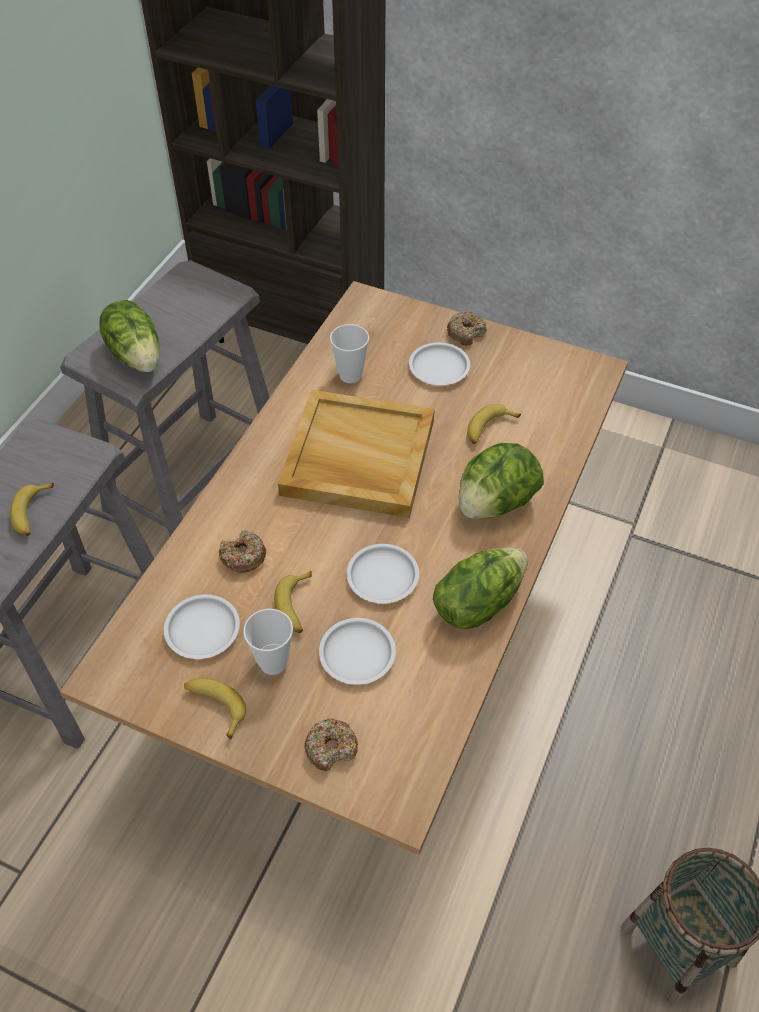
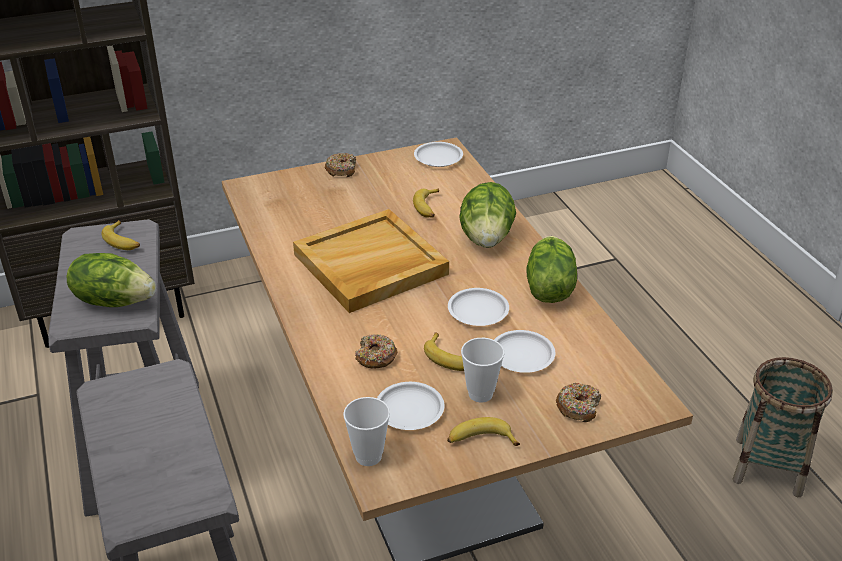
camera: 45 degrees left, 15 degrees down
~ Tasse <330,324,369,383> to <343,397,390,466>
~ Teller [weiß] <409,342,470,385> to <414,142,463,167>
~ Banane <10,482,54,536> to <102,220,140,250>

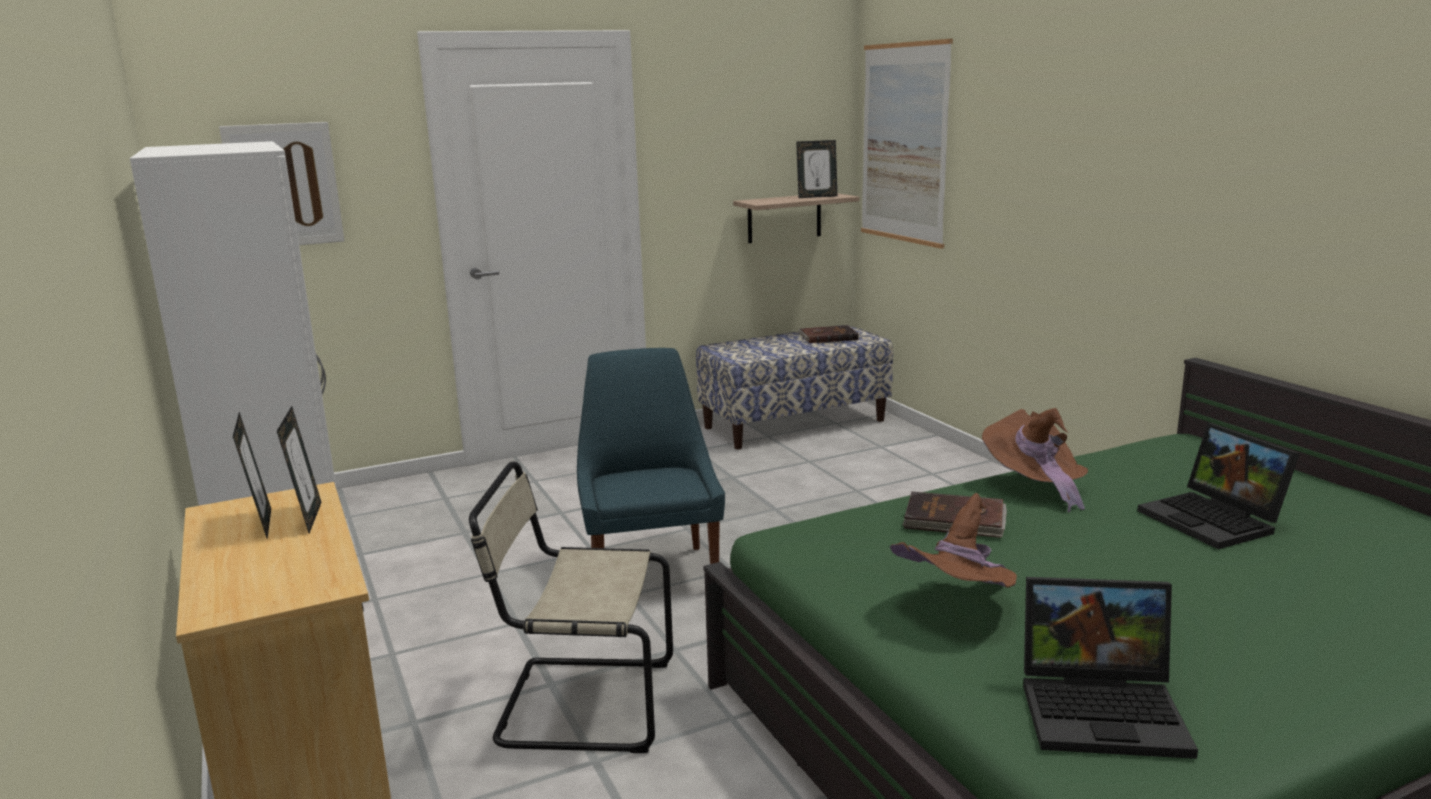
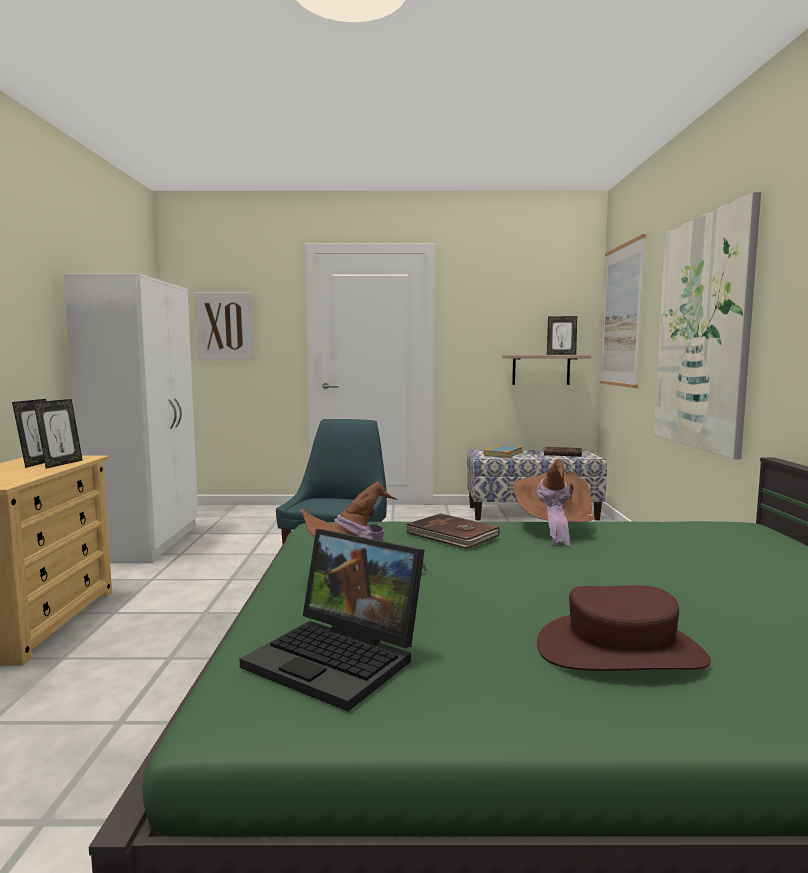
camera: 25 degrees right, 10 degrees down
- Laptop <1137,423,1300,549>
- Stuhl [beige] <469,462,673,753>
+ Bild <654,192,761,459>
+ Buch <484,445,523,458>
+ Hut [braun] <537,585,711,671>

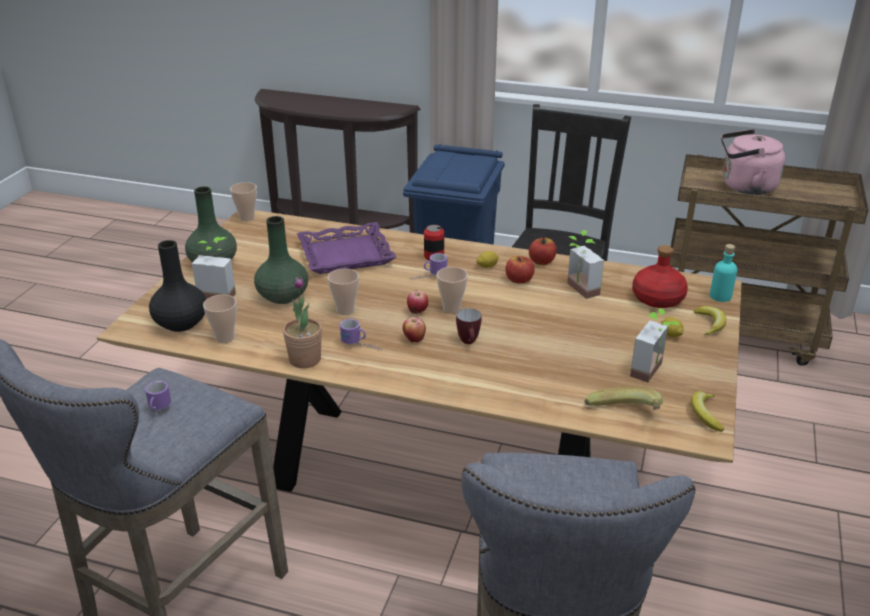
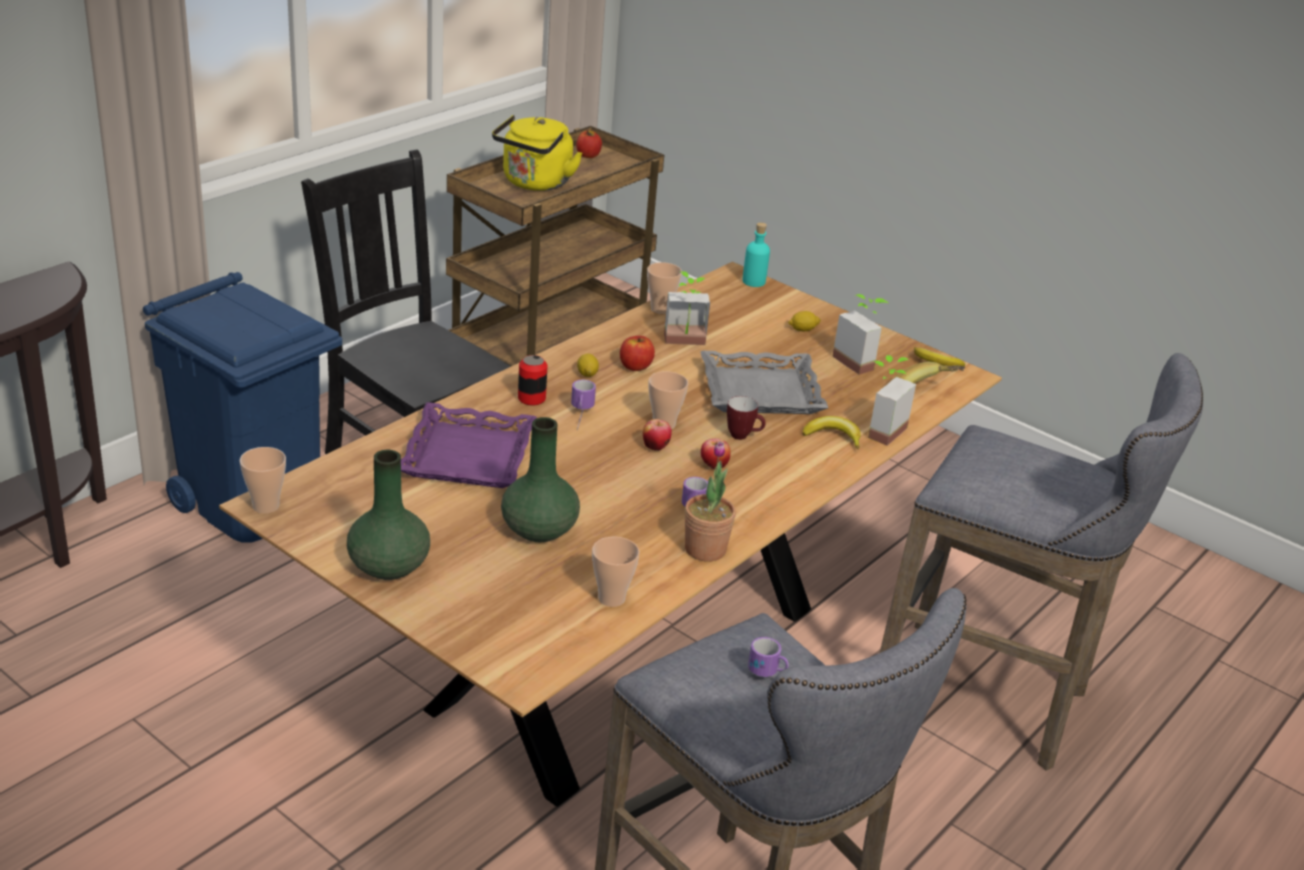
camera: 70 degrees left, 0 degrees up
~ Wasserkessel [rosa] <721,129,785,195> to Wasserkessel [gelb] <492,115,582,191>
~ Topfpflanze <192,237,236,299> to <868,355,916,446>
~ Apfel <529,237,557,265> to <576,130,602,158>
- Vase [schwarz] <149,240,206,332>
- Flasche [rot] <632,245,688,308>
~ Tasse <328,269,359,315> to <647,262,682,314>
~ Banane <694,306,726,336> to <802,416,861,449>
+ Tablett [grau] <700,351,828,414>

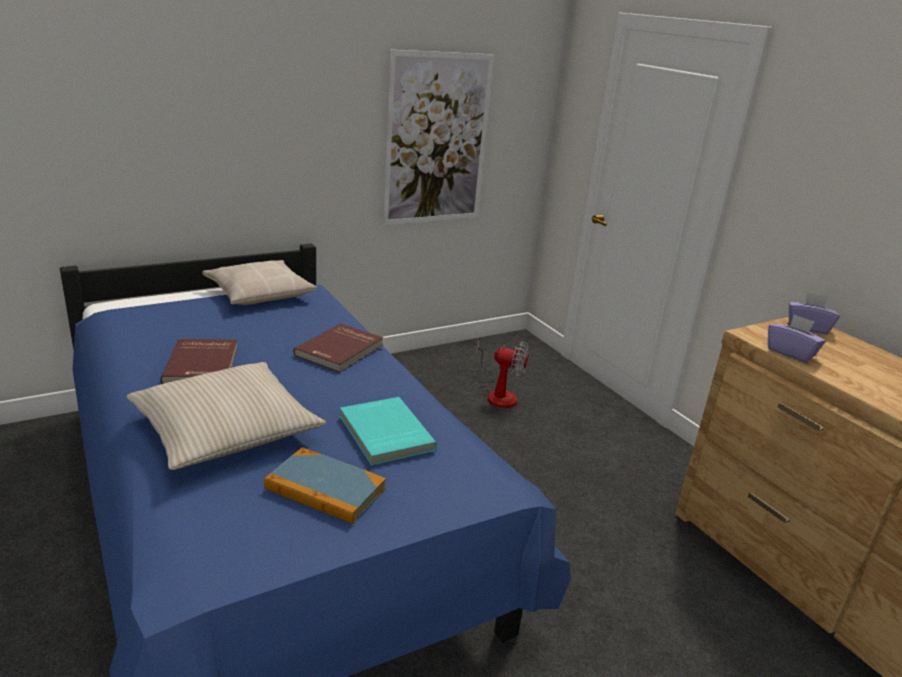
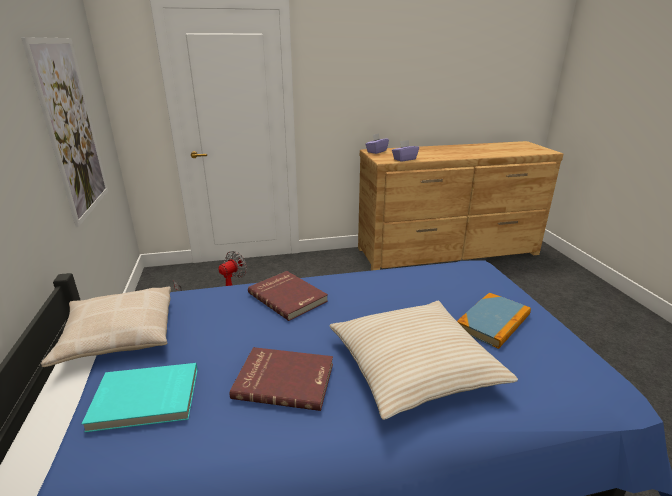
camera: 70 degrees left, 0 degrees up
~ Buch [türkis] <340,397,437,465> to <82,363,198,432>

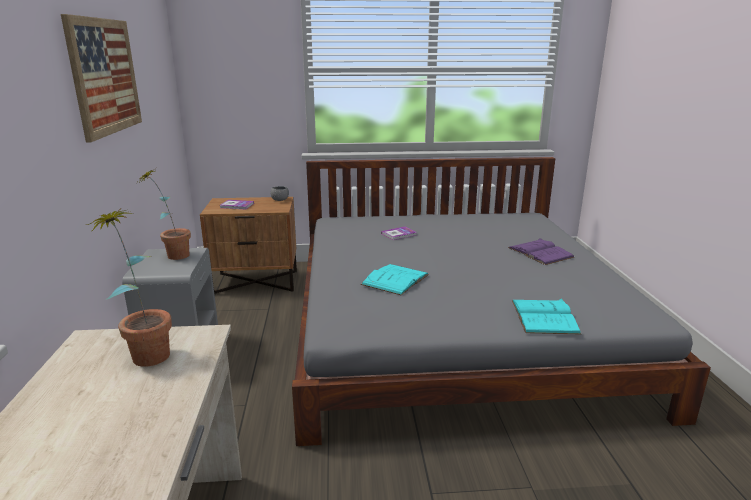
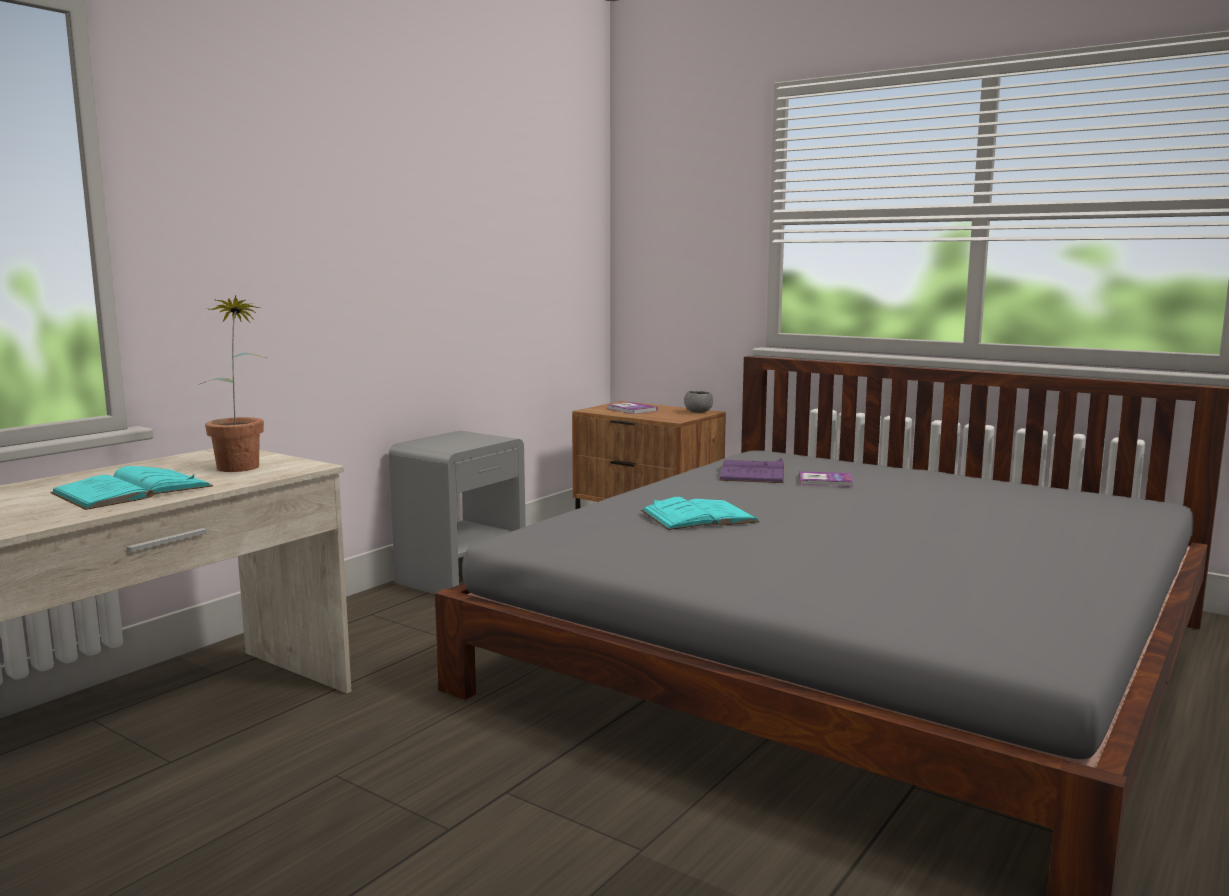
camera: 40 degrees right, 10 degrees down
- Bild <61,14,142,142>
- Topfpflanze <138,169,191,260>
~ Buch [lila] <508,238,575,265> to <719,458,785,483>
~ Buch [türkis] <512,298,581,335> to <50,466,213,510>

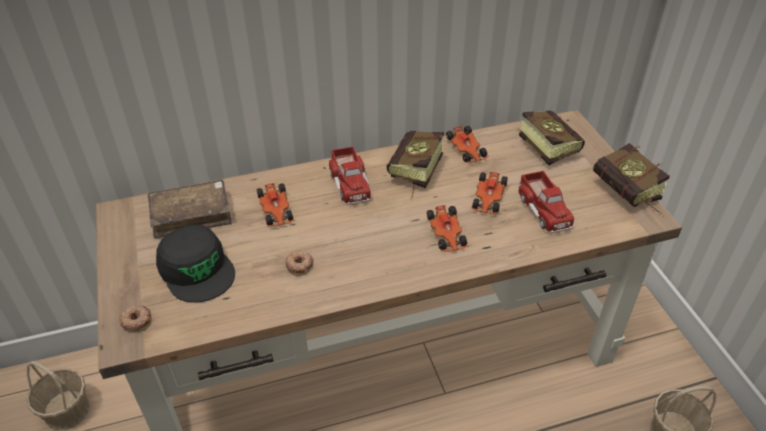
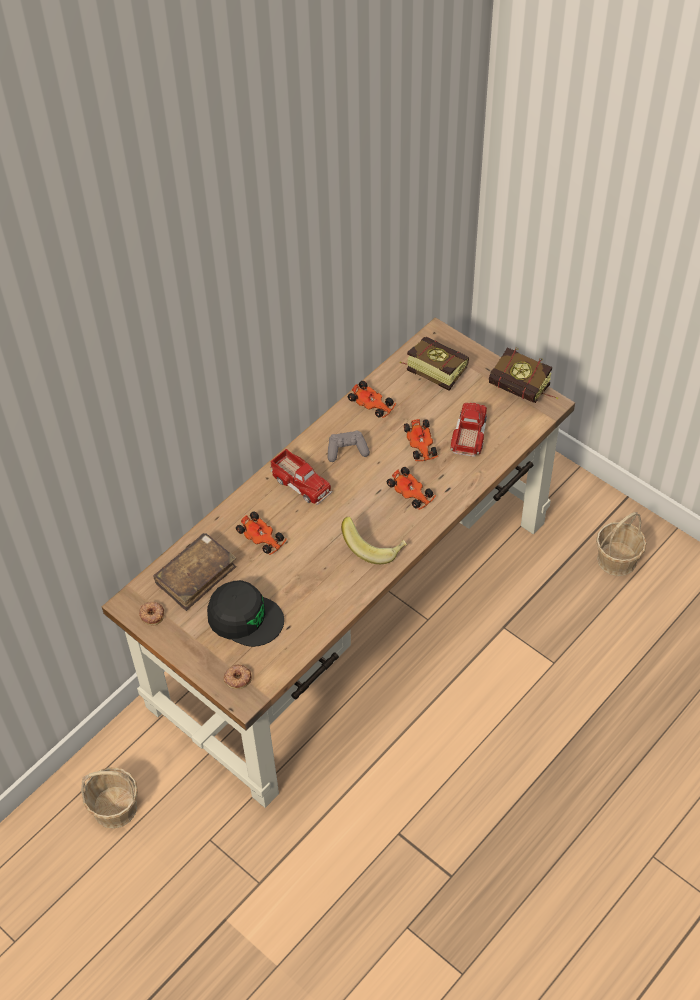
camera: 30 degrees left, 10 degrees up
~ Buch <387,131,444,200> to Gamepad [grau] <328,431,370,462>
~ Spielzeuglaster <518,171,574,234> = <450,403,487,457> 120 degrees counterclockwise
~ Donut <285,250,314,276> to <139,602,164,625>
+ Banane <341,517,407,564>

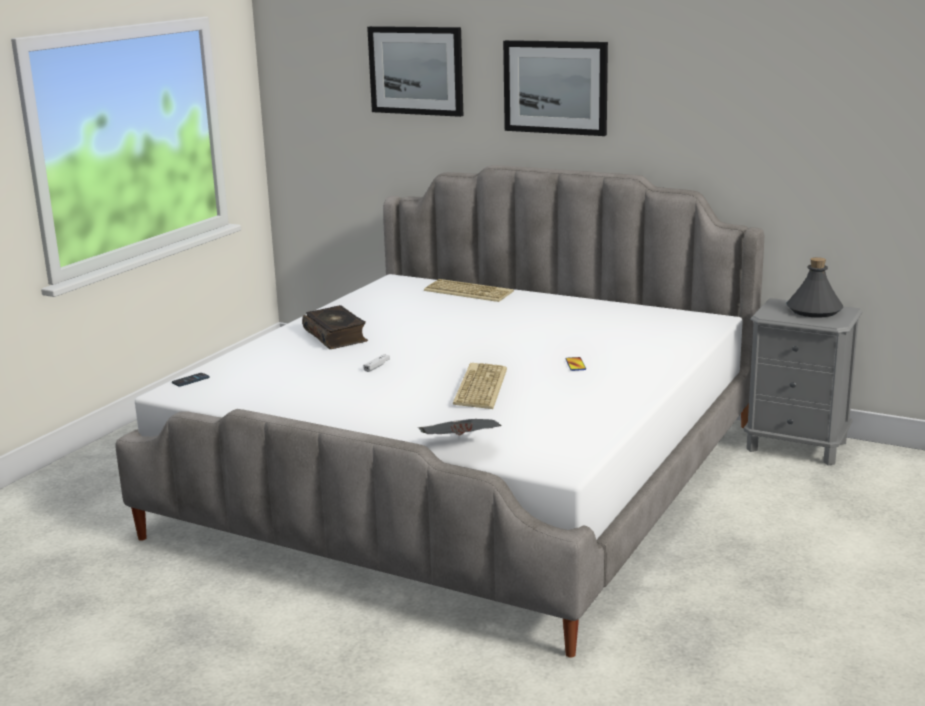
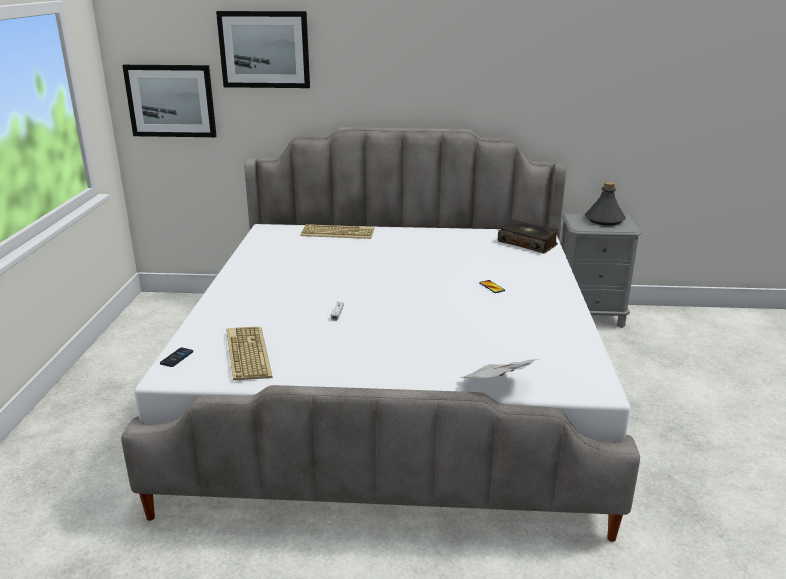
camera: 25 degrees left, 5 degrees up
~ Bild <503,40,608,136> to <122,65,216,137>
~ Buch <302,305,368,349> to <498,220,559,254>
~ Tastatur <453,363,507,409> to <226,327,273,380>

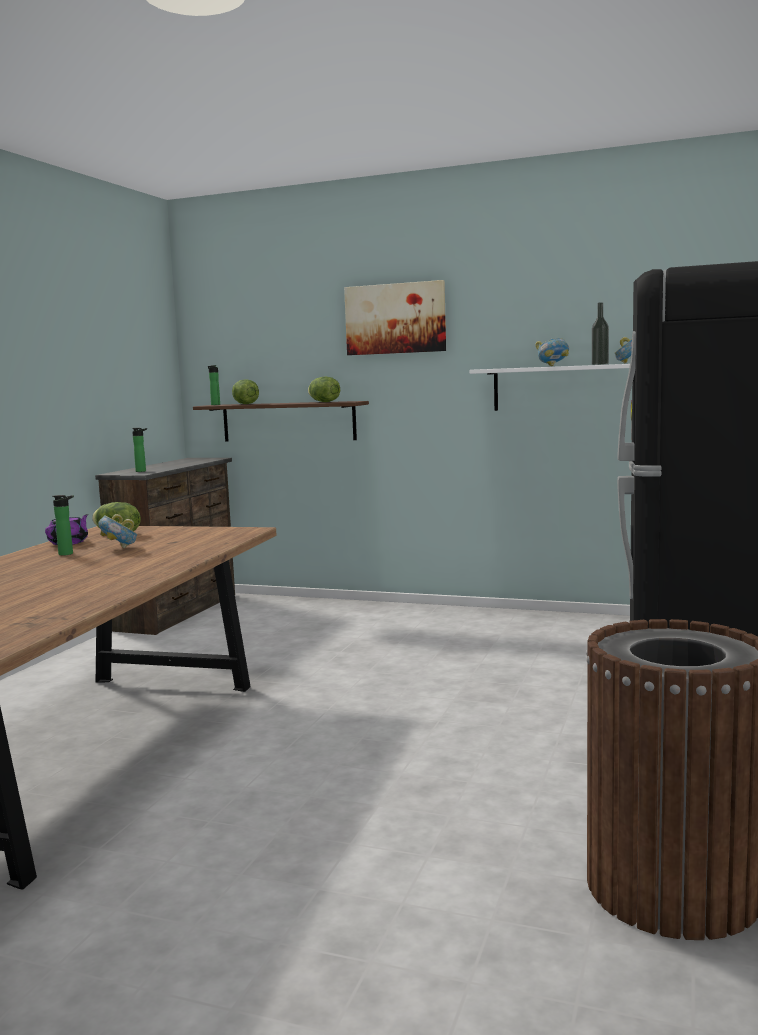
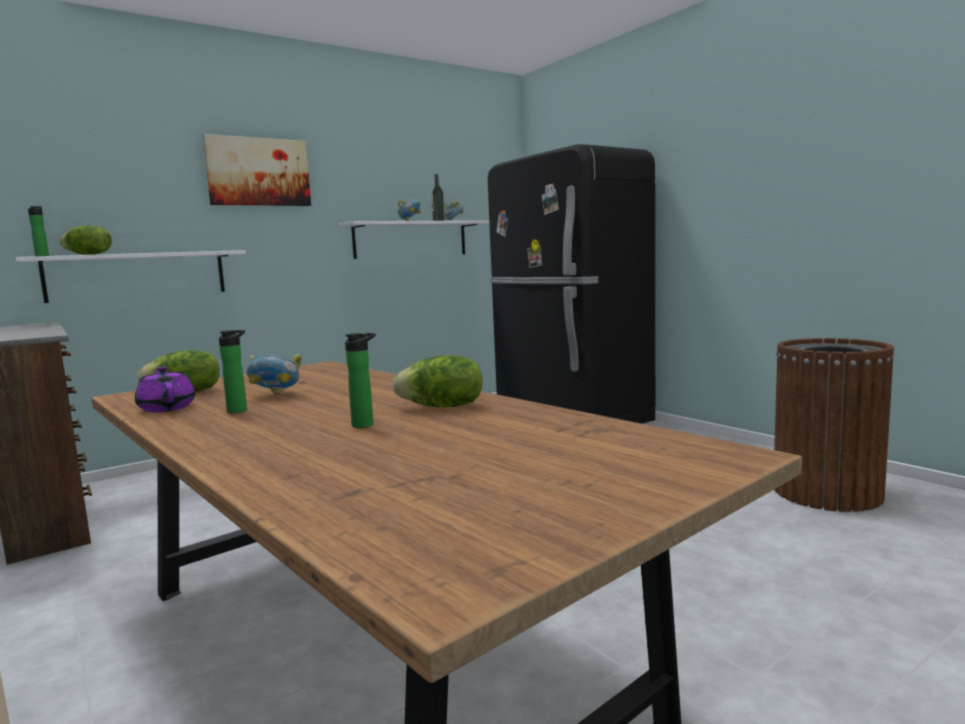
camera: 55 degrees left, 0 degrees up
~ Salatkopf <308,377,340,402> to <392,355,483,407>
~ Wandregal [braun] <193,401,369,442> to Wandregal [weiß] <16,250,246,303>
~ Flasche <132,428,147,472> to <345,333,376,428>

